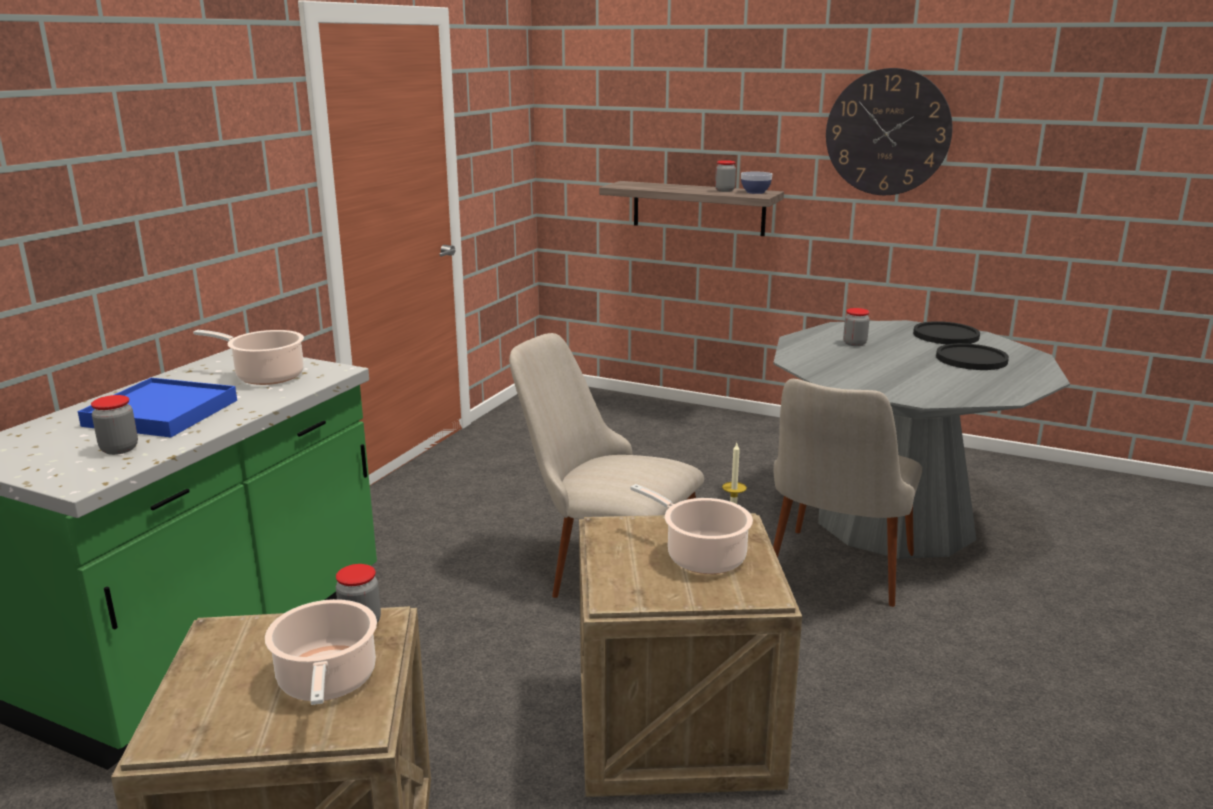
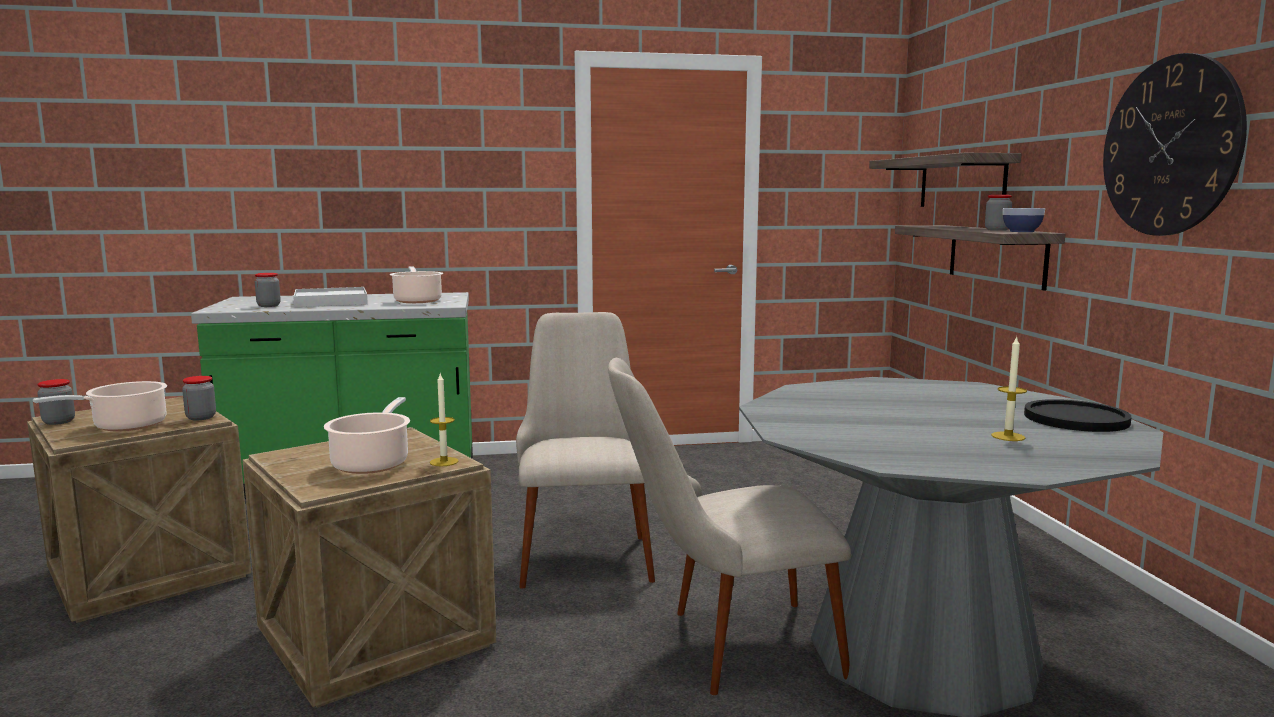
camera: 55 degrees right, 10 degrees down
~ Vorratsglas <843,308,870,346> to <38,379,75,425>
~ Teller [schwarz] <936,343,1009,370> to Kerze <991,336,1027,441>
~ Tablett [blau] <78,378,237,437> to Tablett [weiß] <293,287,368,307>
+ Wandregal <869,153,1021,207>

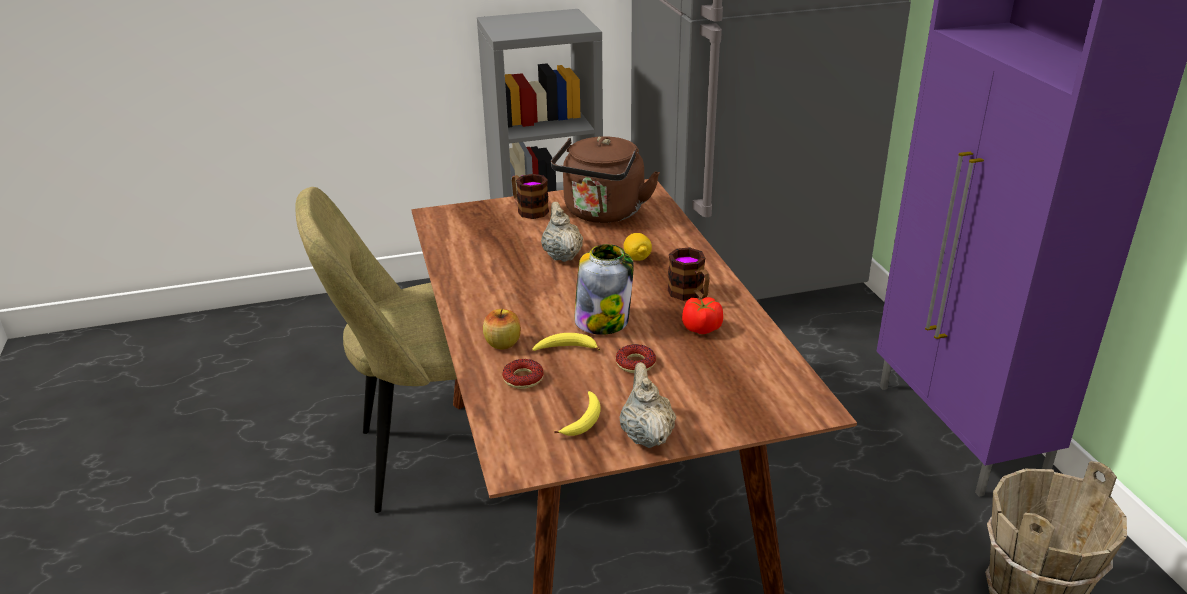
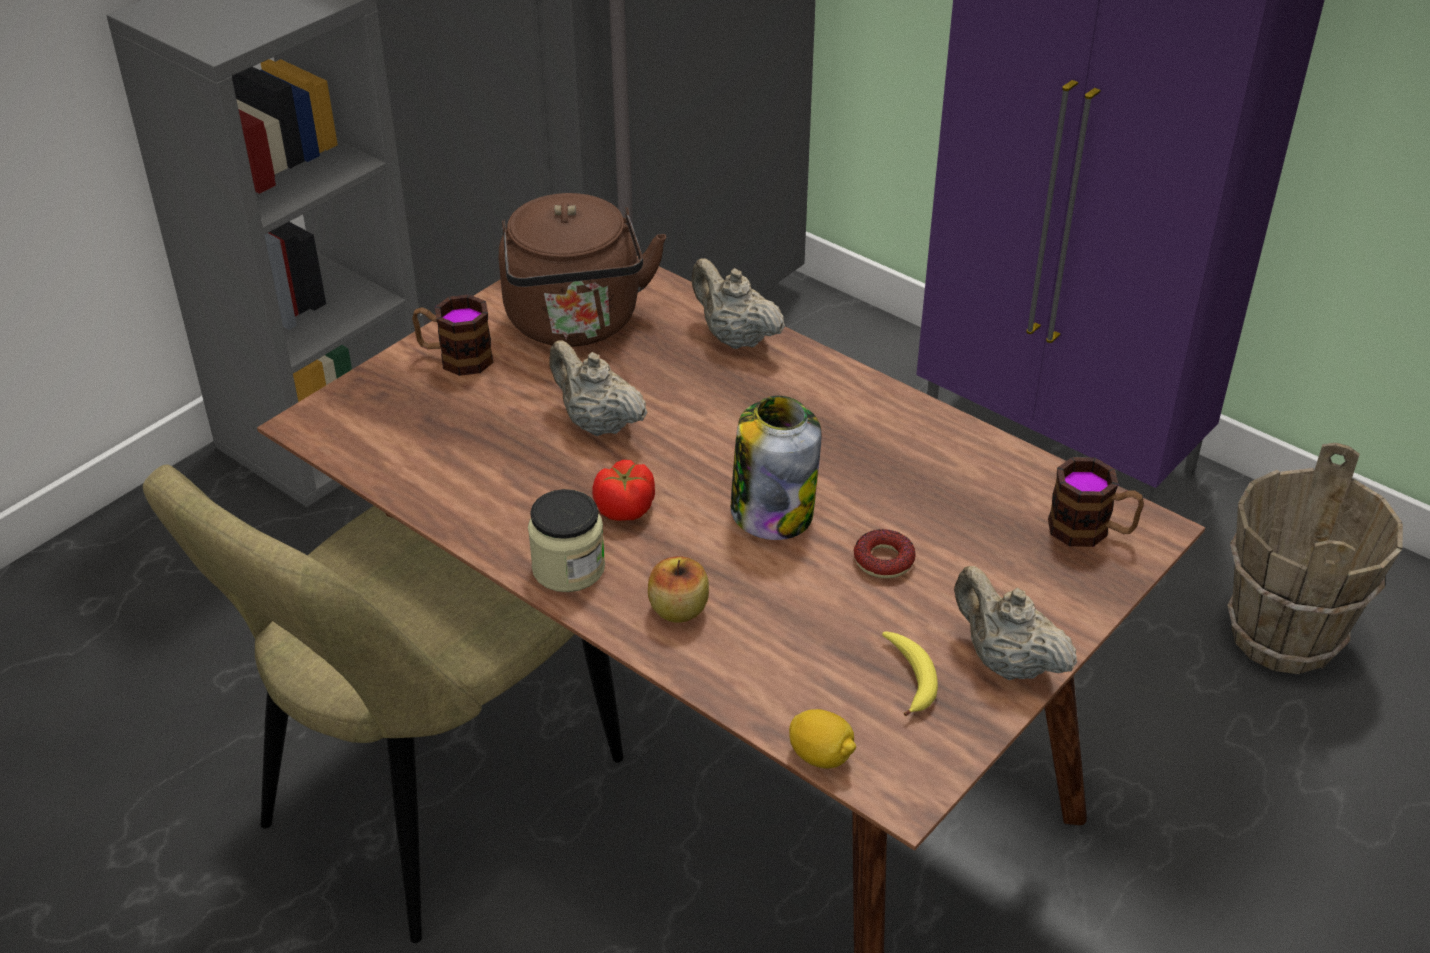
camera: 35 degrees left, 10 degrees up
~ Zitrone <624,233,652,261> to <789,709,856,768>
~ Henkelbecher <668,247,710,301> to <1048,457,1144,547>
~ Tomate <682,297,723,334> to <592,460,655,521>
- Banane <533,333,600,351>
- Donut <502,359,544,389>
+ Teekanne [beige] <692,258,785,349>
+ Vorratsglas <528,489,605,592>

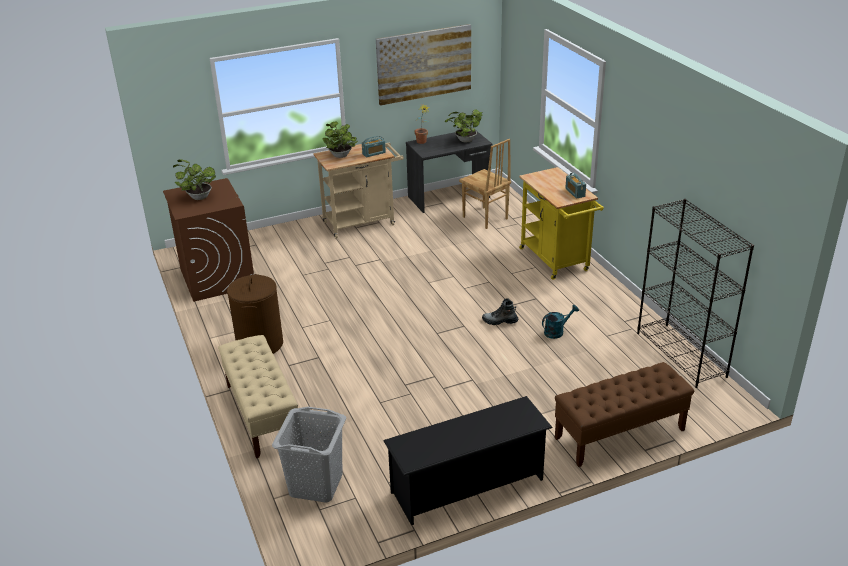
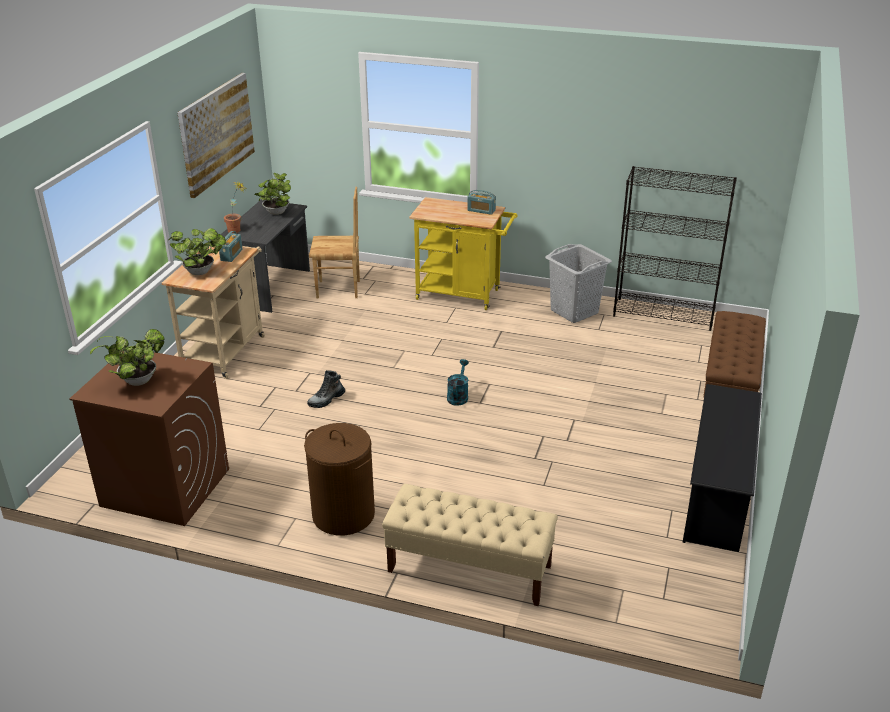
camera: 50 degrees left, 0 degrees up
~ Stiefel <482,298,518,325> to <307,370,345,408>
~ Gießkanne [türkis] <542,305,579,339> to <447,359,469,406>
~ Wäschekorb [grau] <272,407,346,503> to <545,244,612,323>

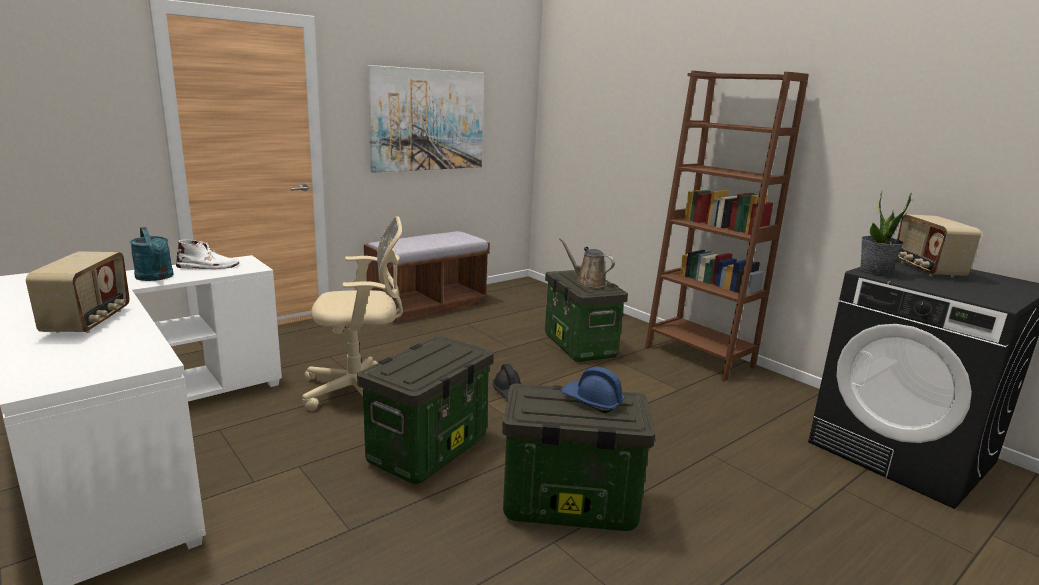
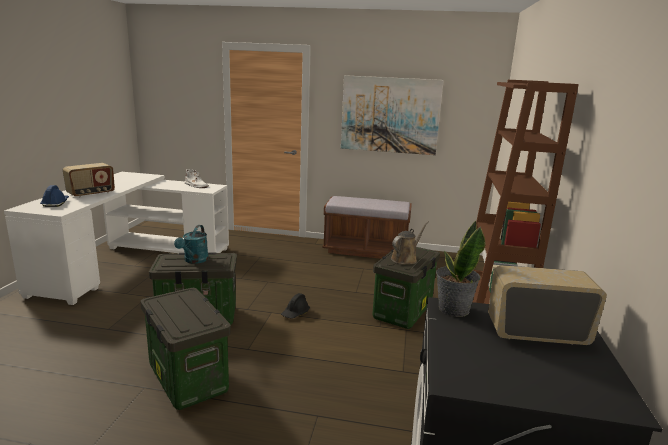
camera: 50 degrees right, 0 degrees up
~ Radio <897,214,981,278> = <488,265,607,345> 45 degrees clockwise
- Bürostuhl [beige] <302,216,403,411>
~ Gießkanne [türkis] <130,227,174,281> to <174,225,209,264>
~ Gießkanne [braun] <559,238,615,288> = <391,221,429,264> 45 degrees clockwise
~ Schutzhelm [blau] <561,367,625,413> to <40,185,69,207>

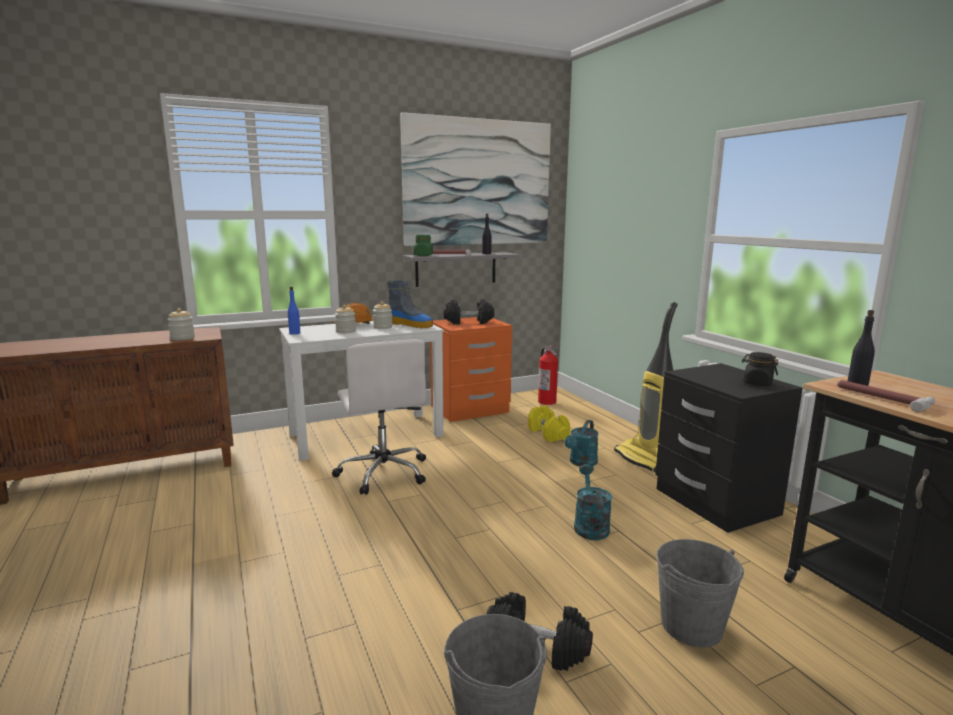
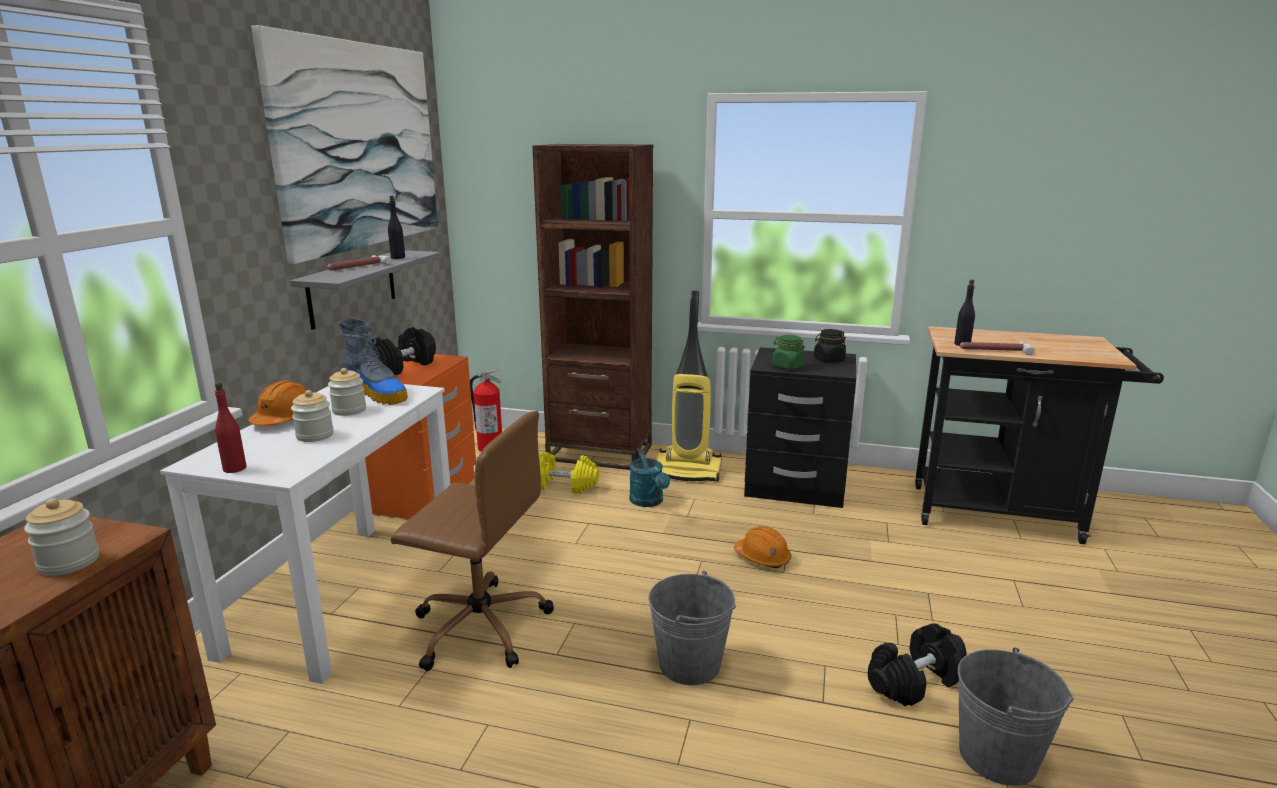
camera: 50 degrees left, 5 degrees up
~ Vorratsglas [grün] <414,235,433,256> to <772,335,805,369>
~ Stiefel <387,280,433,328> = <338,319,408,405> 60 degrees clockwise
~ Flasche [blau] <288,287,300,335> to Flasche [rot] <215,382,246,473>
~ Bürostuhl [weiß] <332,339,426,495> to Bürostuhl [braun] <391,411,554,671>
~ Gießkanne [türkis] <574,464,612,540> to Schutzhelm [orange] <734,526,791,568>
~ Eimer [grau] <657,539,744,647> to <648,571,736,685>
+ Bücherregal [braun] <532,144,653,470>

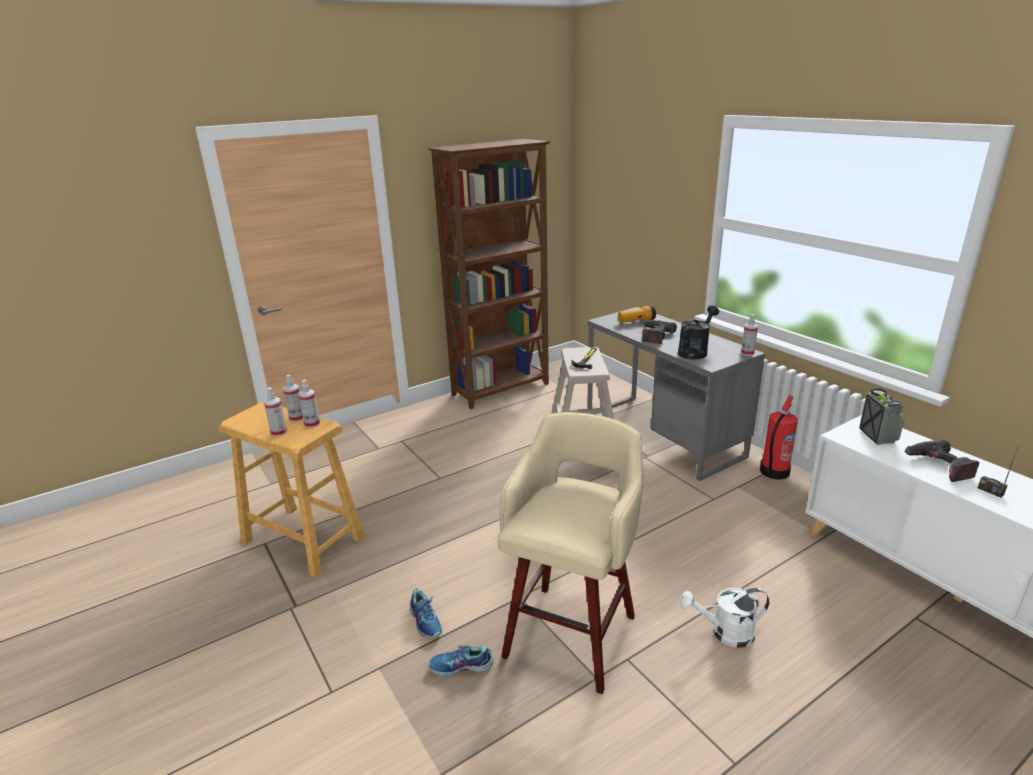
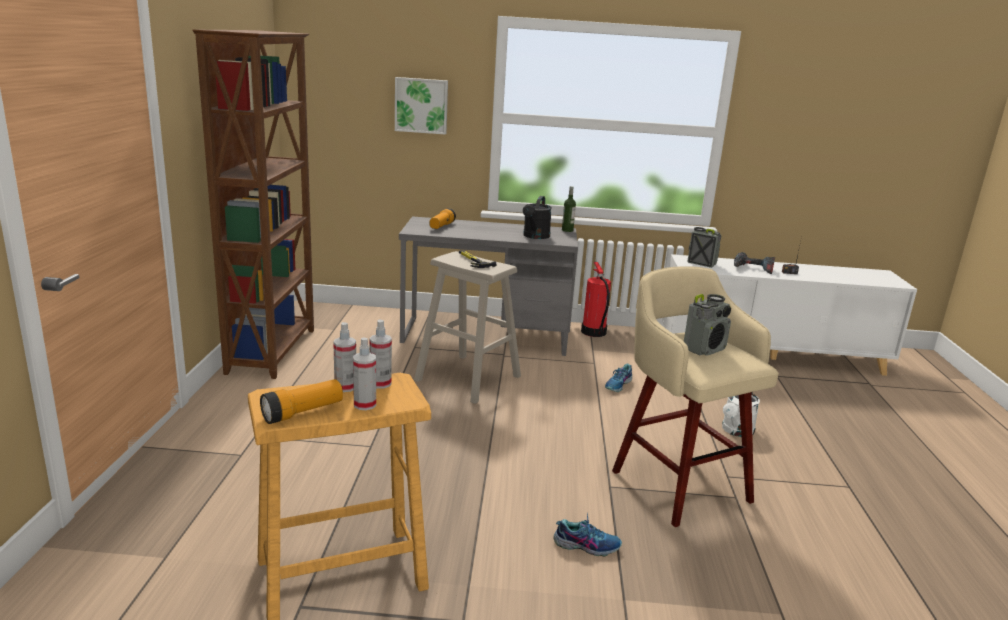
camera: 55 degrees left, 5 degrees down
~ Gießkanne [schwarz] <678,306,719,360> = <523,196,552,239> 150 degrees counterclockwise
~ Sprühflasche <741,314,758,356> to Flasche <562,186,576,232>
- Bohrmaschine <642,320,677,344>
~ Schuh <428,645,493,676> to <605,364,632,392>
+ Bild <395,77,448,135>
+ Radio <684,294,731,356>
+ Taschenlampe <260,379,343,424>

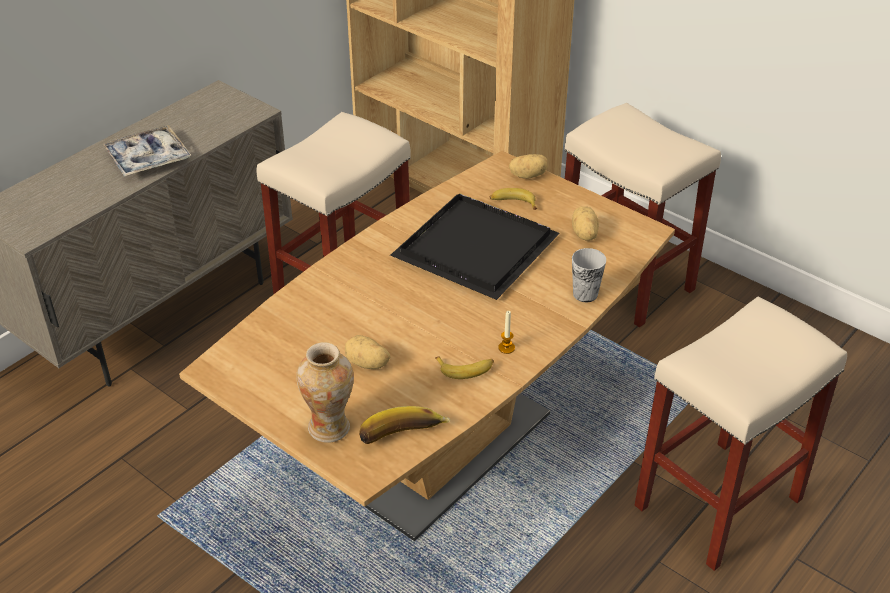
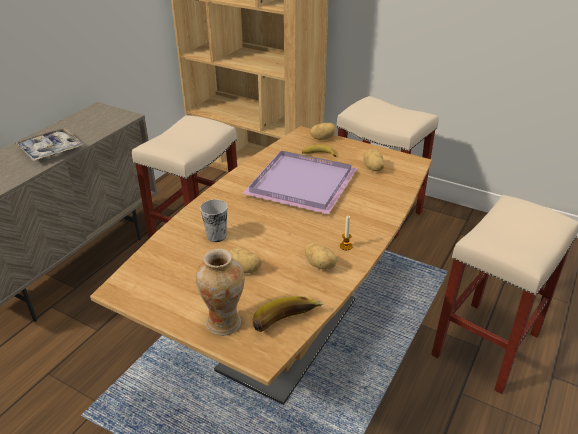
camera: 10 degrees left, 5 degrees down
~ Tablett [schwarz] <390,193,560,300> to Tablett [lila] <242,151,358,214>
~ Tasse <572,248,606,302> to <200,199,228,242>
~ Banane <435,356,494,379> to Kartoffel <305,243,337,270>

